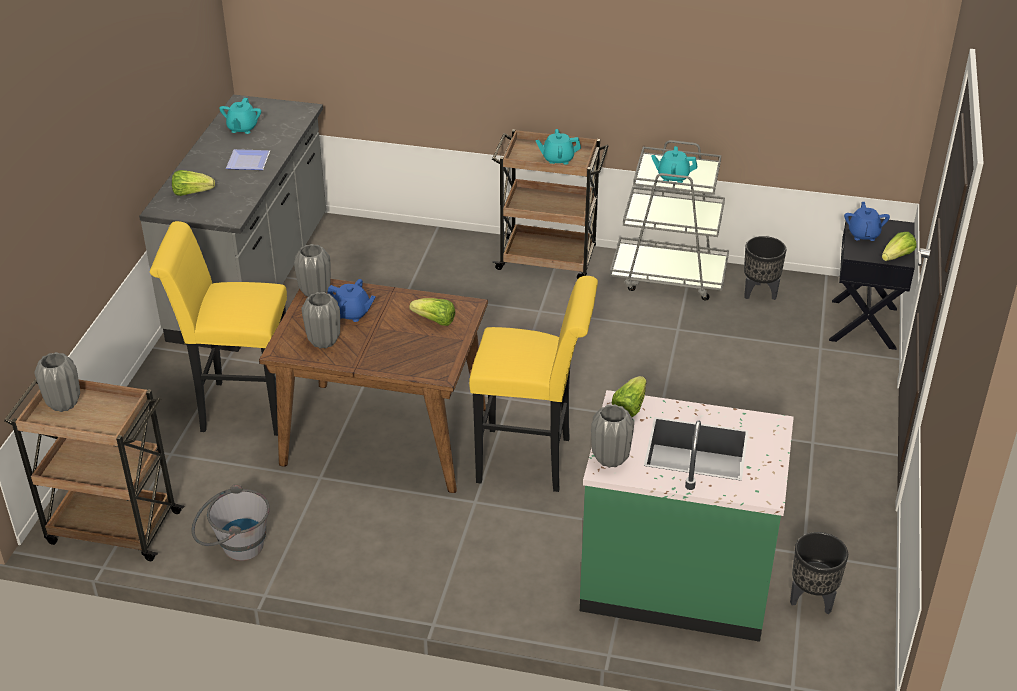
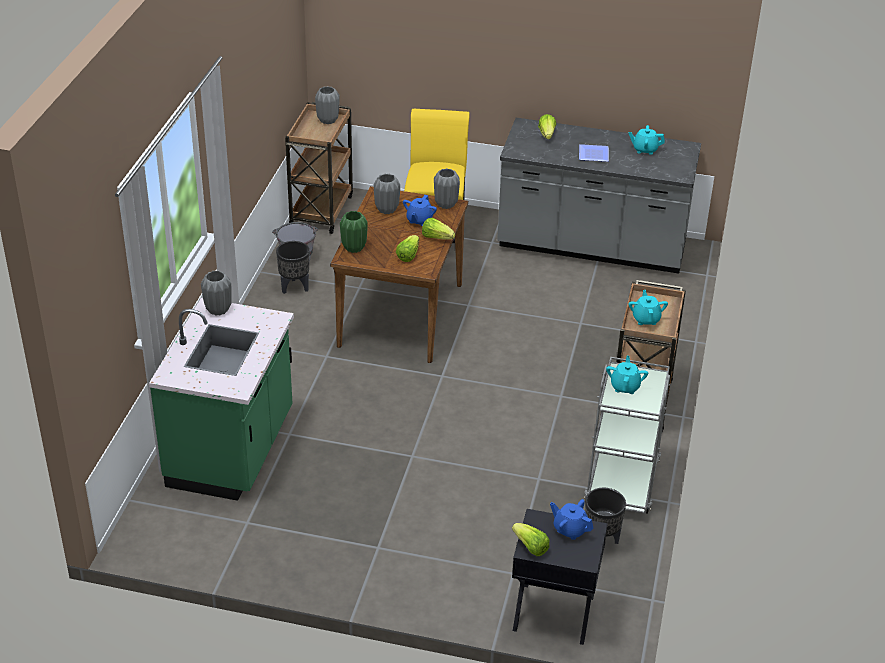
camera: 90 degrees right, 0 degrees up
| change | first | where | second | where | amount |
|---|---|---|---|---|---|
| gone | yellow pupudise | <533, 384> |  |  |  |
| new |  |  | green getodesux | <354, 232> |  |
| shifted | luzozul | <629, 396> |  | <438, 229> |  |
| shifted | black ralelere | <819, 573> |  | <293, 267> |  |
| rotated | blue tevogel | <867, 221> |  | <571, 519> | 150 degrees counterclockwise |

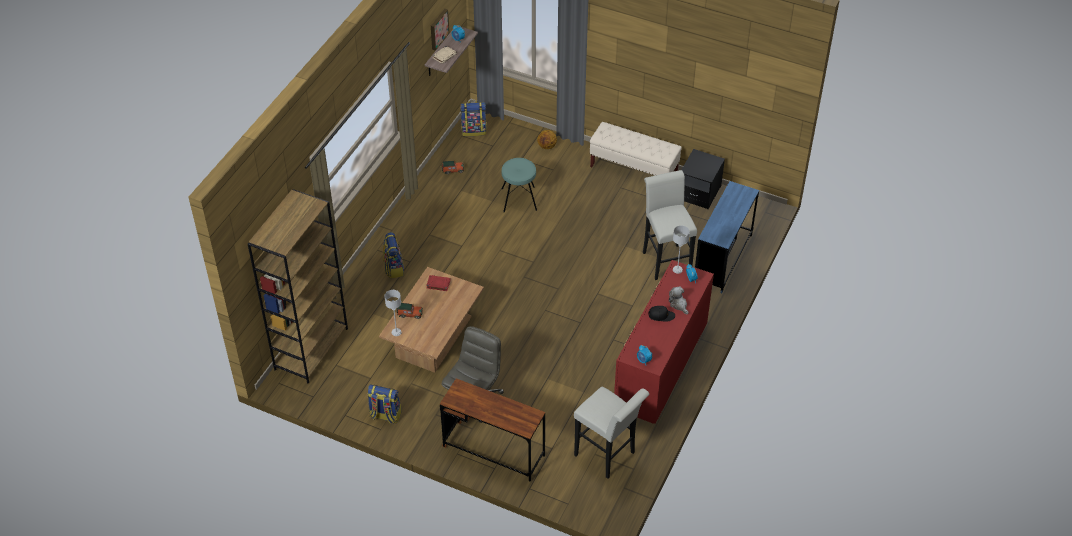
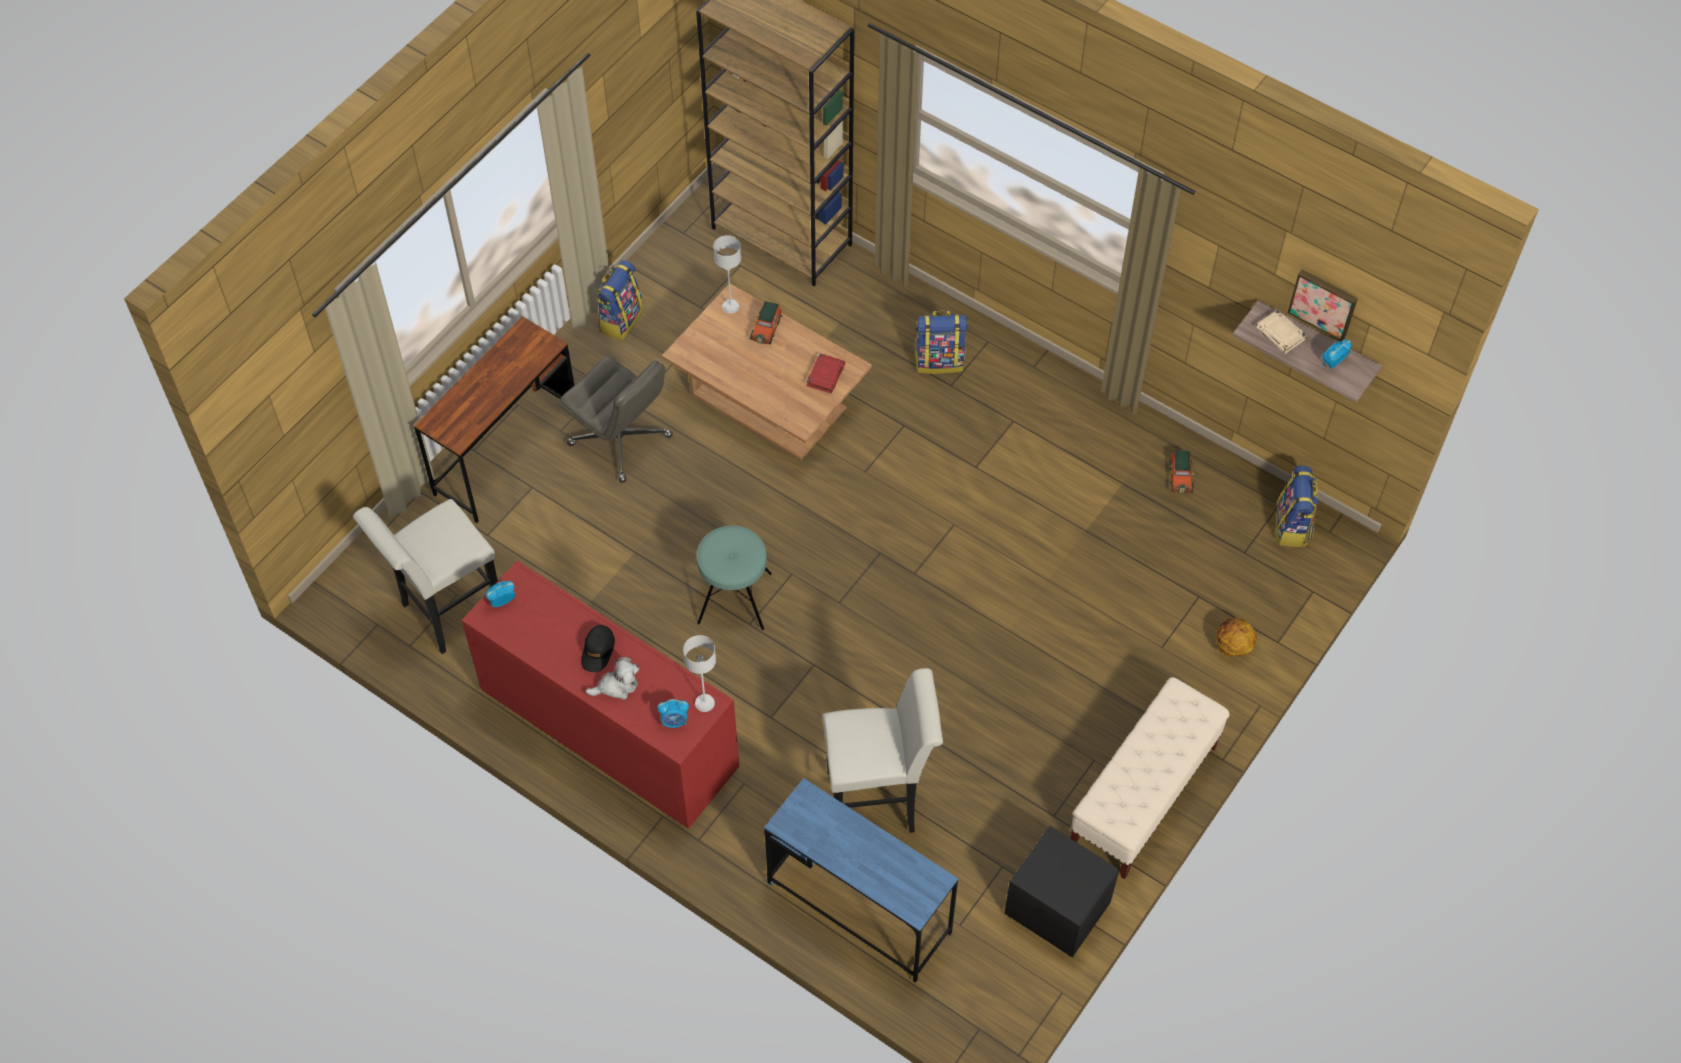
camera: 100 degrees right, 10 degrees up
| change | first | where | second | where | amount |
|---|---|---|---|---|---|
| shifted | turquoise pupudise | <519, 185> |  | <734, 578> |  |

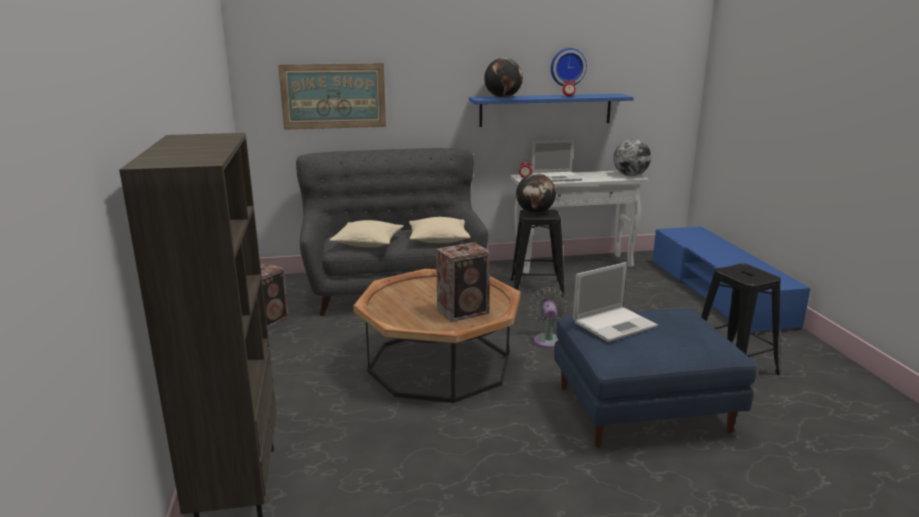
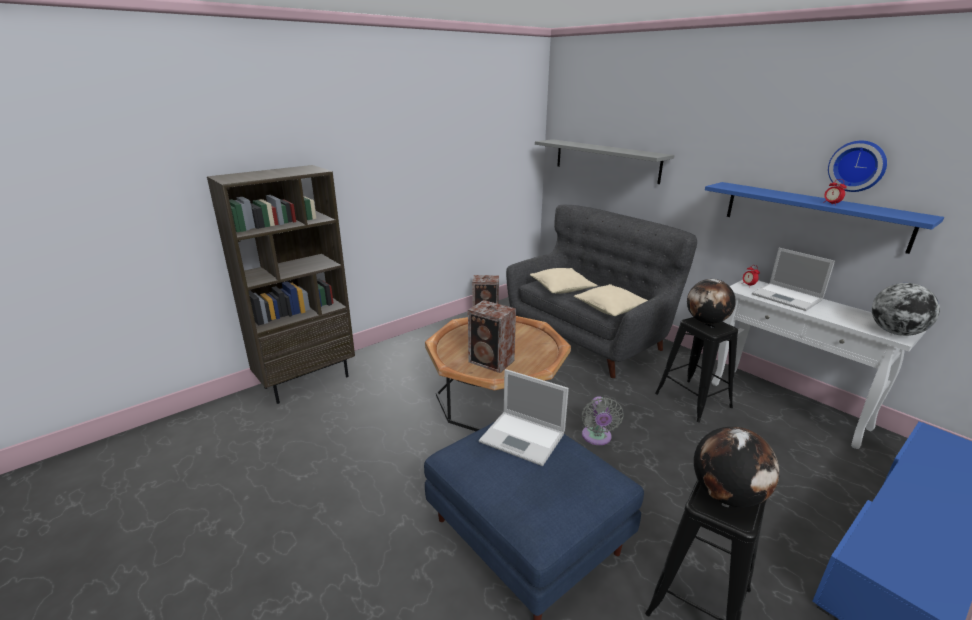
camera: 60 degrees right, 5 degrees up
| change | first | where | second | where | amount |
|---|---|---|---|---|---|
| shifted | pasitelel | <503, 78> |  | <736, 467> |  |
| swapped | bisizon | <332, 96> | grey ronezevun | <605, 161> |  |
| rotated | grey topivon | <548, 317> |  | <603, 420> | 120 degrees clockwise |

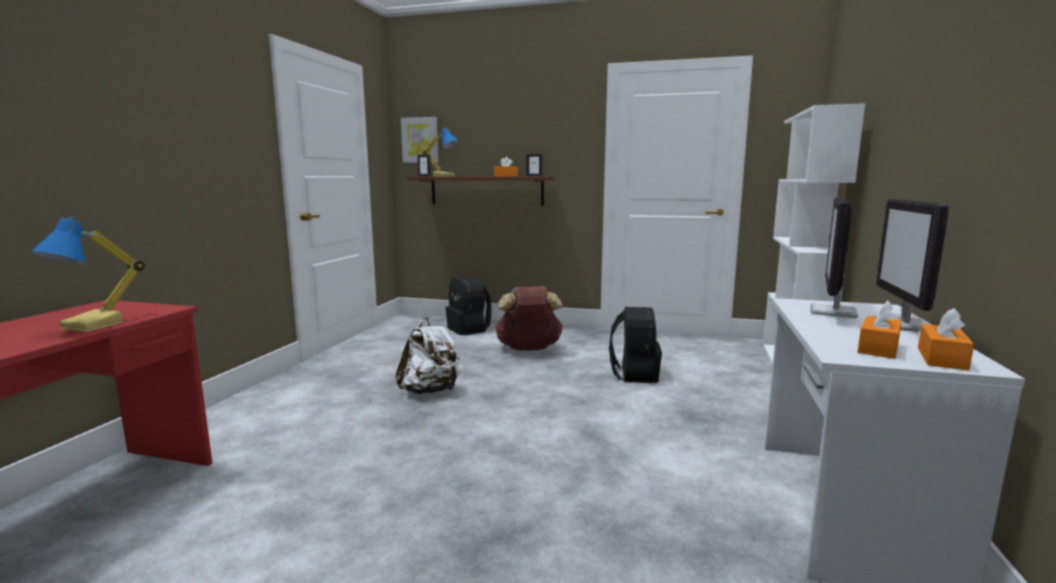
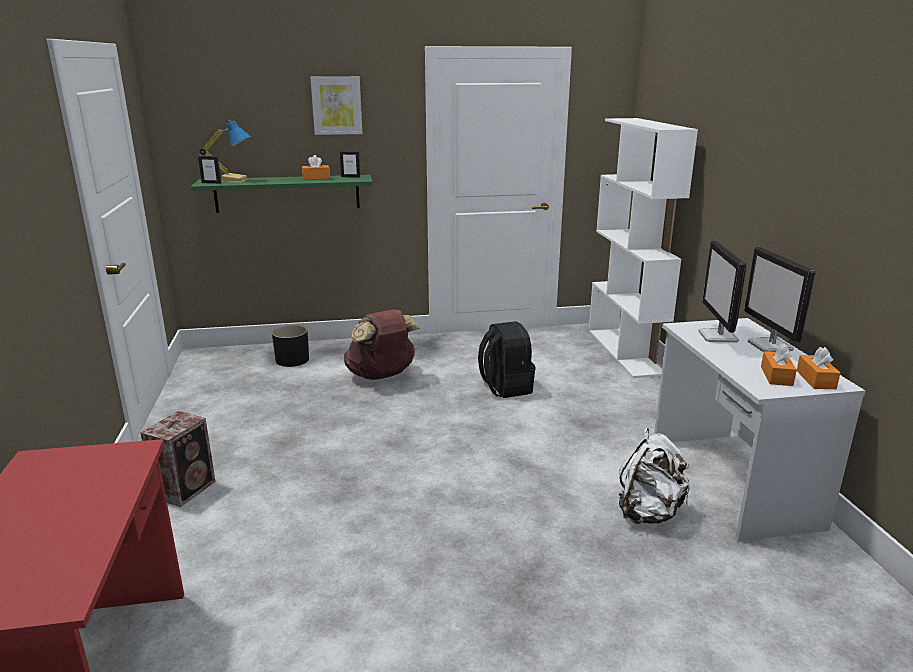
camera: 25 degrees left, 10 degrees up
| change | first | where | second | where | amount |
|---|---|---|---|---|---|
| gone | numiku | <88, 274> |  |  |  |
| new |  |  | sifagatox | <178, 459> |  |
| shifted | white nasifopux | <429, 355> |  | <654, 476> |  |
| shifted | bisizon | <419, 140> |  | <336, 105> |  |
| swapped | black nasifopux | <468, 306> | black ralelere | <290, 346> |  |
| repainted | brown ronezevun | <480, 191> | green ronezevun | <282, 194> |  |

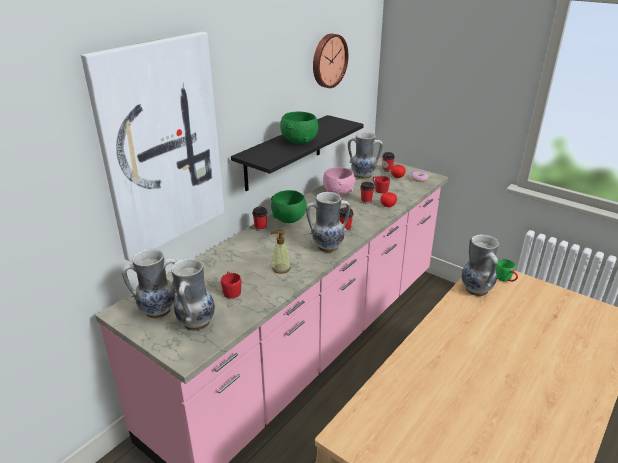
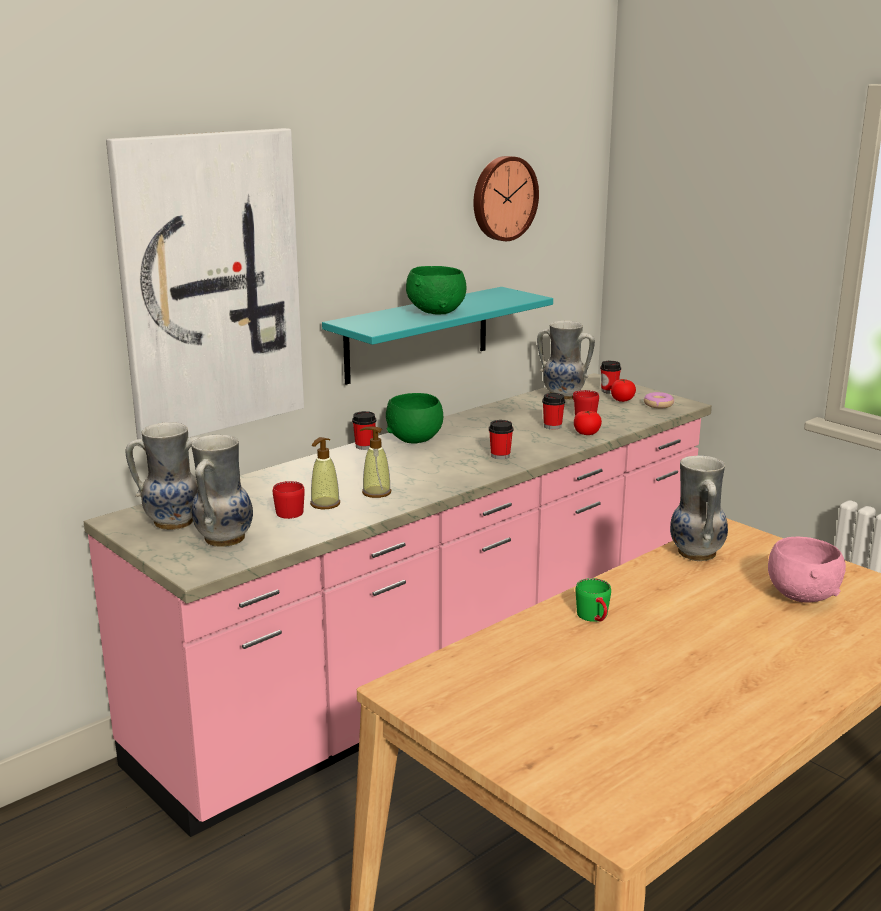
camera: 10 degrees right, 10 degrees down
| change | first | where | second | where | amount |
|---|---|---|---|---|---|
| gone | getodesux | <328, 222> |  |  |  |
| new |  |  | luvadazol | <325, 473> |  |
| shifted | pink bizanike | <339, 181> |  | <807, 570> |  |
| shifted | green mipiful | <507, 270> |  | <593, 600> |  |
| repainted | black ronezevun | <297, 153> | turquoise ronezevun | <437, 336> |  |

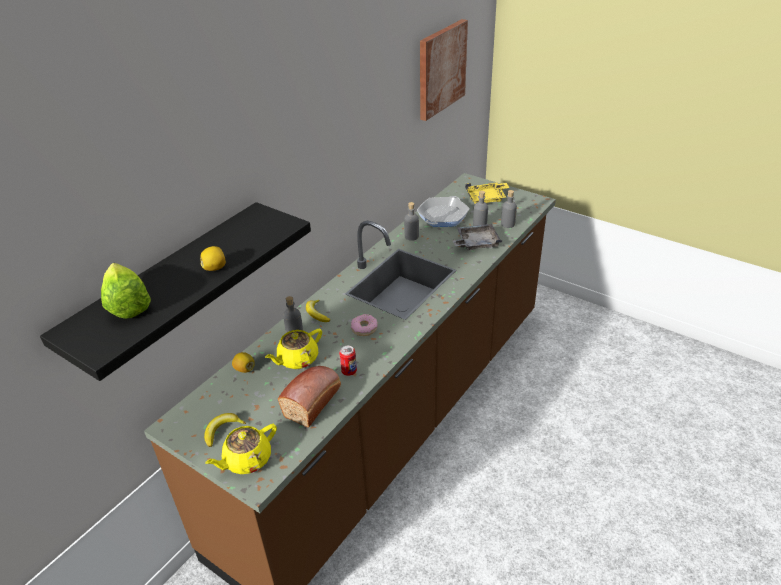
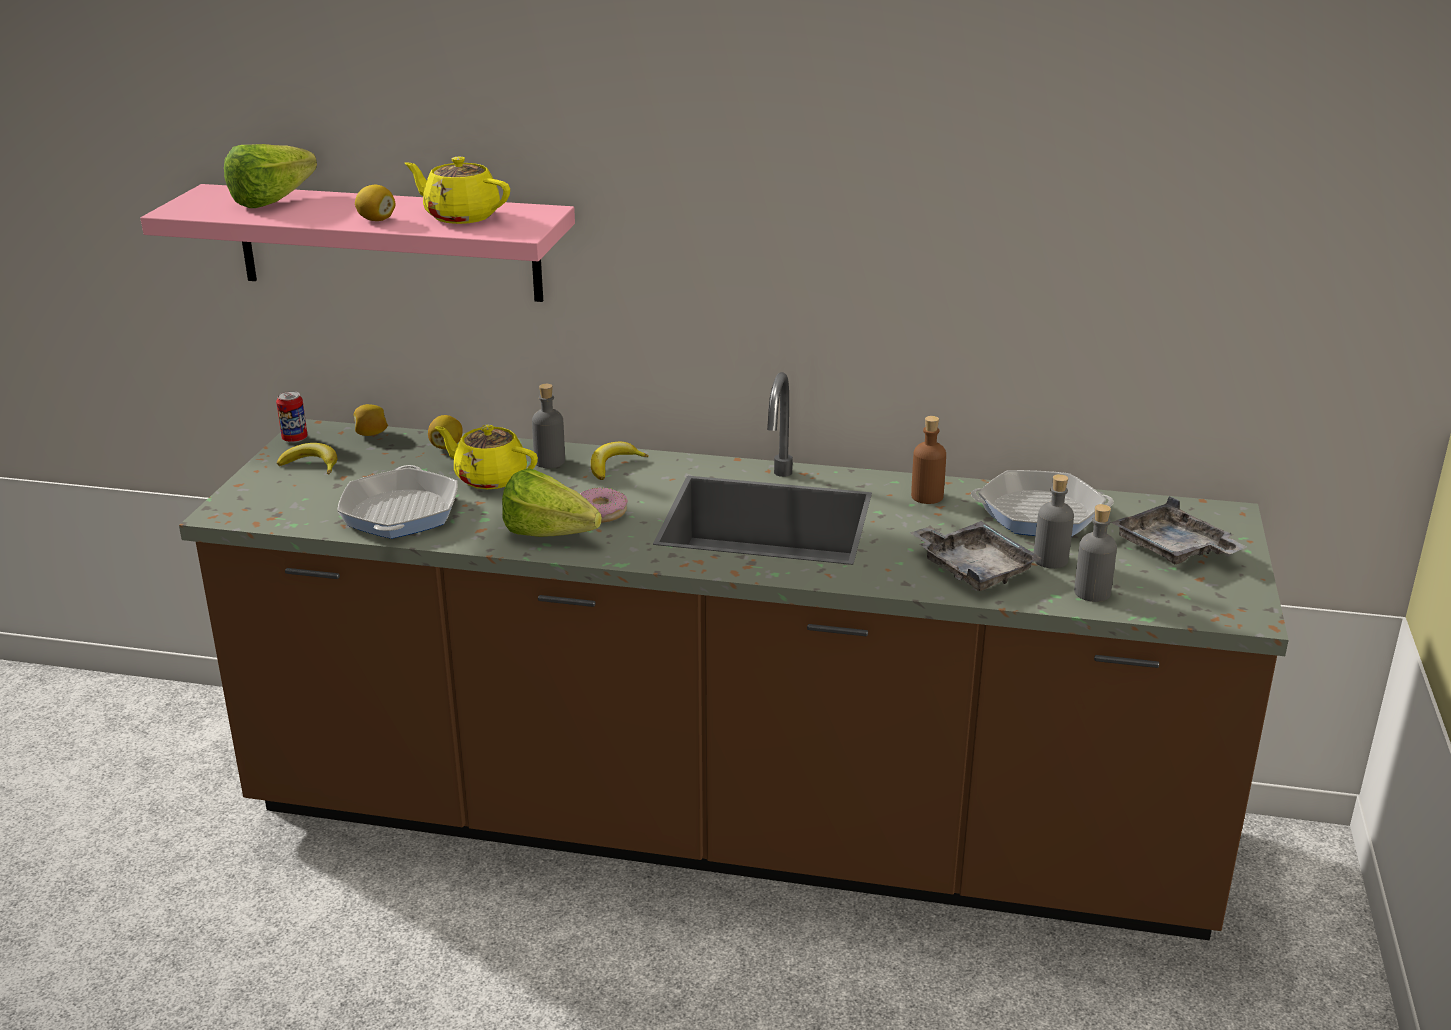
camera: 65 degrees right, 10 degrees down
| change | first | where | second | where | amount |
|---|---|---|---|---|---|
| gone | bisizon | <444, 70> |  |  |  |
| new |  |  | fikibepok | <371, 420> |  |
| new |  |  | luzozul | <552, 502> |  |
| shifted | yellow tevogel | <241, 449> |  | <457, 190> |  |
| shifted | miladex | <348, 361> |  | <292, 417> |  |
| swapped | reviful | <309, 397> | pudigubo | <397, 502> |  |
| repainted | black ronezevun | <175, 291> | pink ronezevun | <358, 243> |  |
| repainted | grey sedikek | <411, 221> | brown sedikek | <928, 460> |  |
| repainted | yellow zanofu | <487, 193> | grey zanofu | <1179, 530> |  |

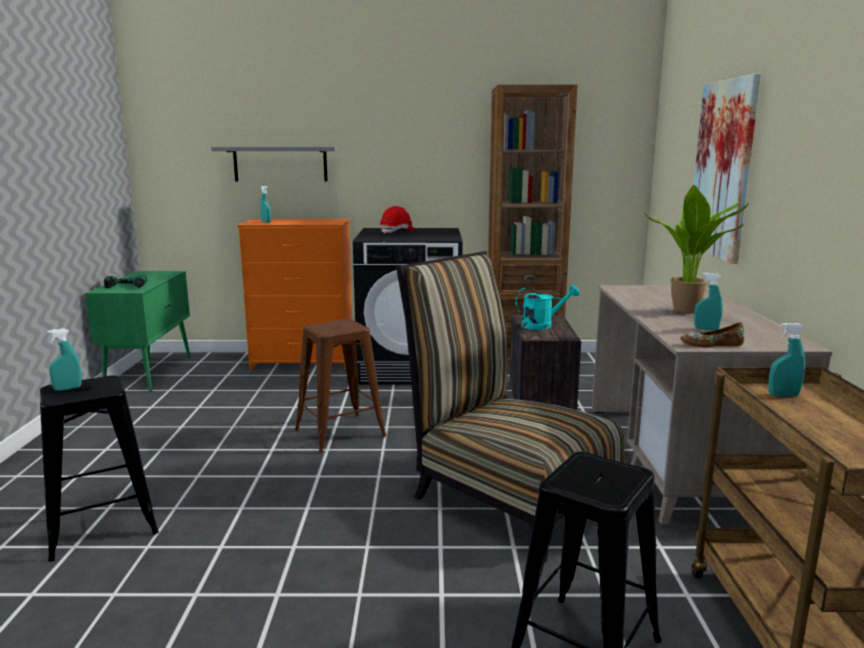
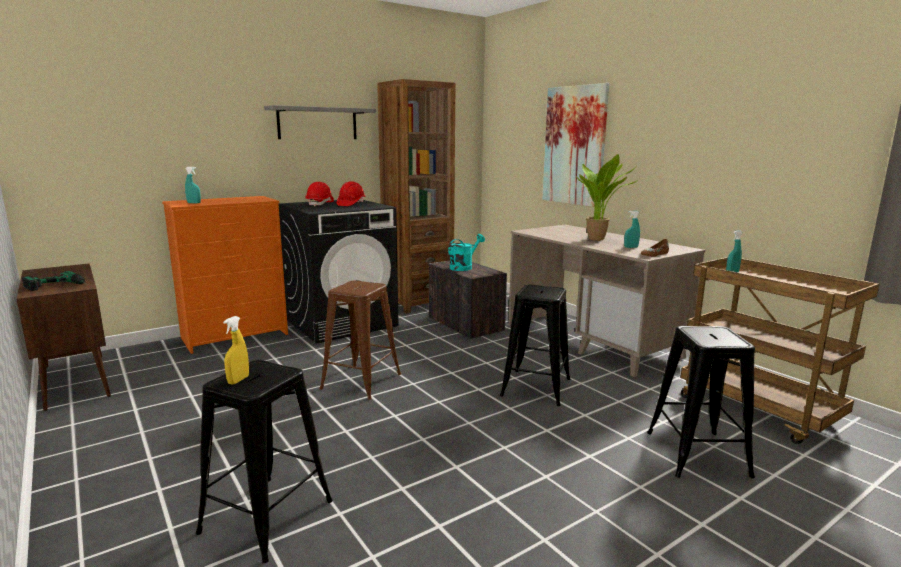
camera: 35 degrees left, 0 degrees up
| change | first | where | second | where | amount |
|---|---|---|---|---|---|
| new |  |  | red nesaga | <351, 193> |  |
| shifted | grey ronezevun | <275, 164> |  | <320, 122> |  |
| swapped | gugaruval | <510, 407> | black pupudise | <535, 345> |  |
| repainted | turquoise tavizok | <64, 359> | yellow tavizok | <236, 350> |  |
| repainted | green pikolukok | <138, 331> | brown pikolukok | <63, 337> |  |

